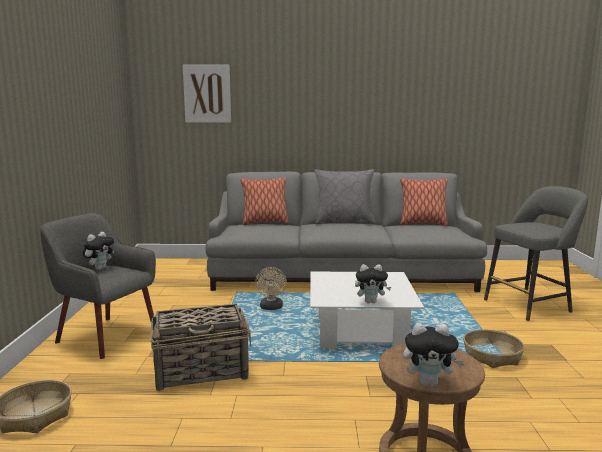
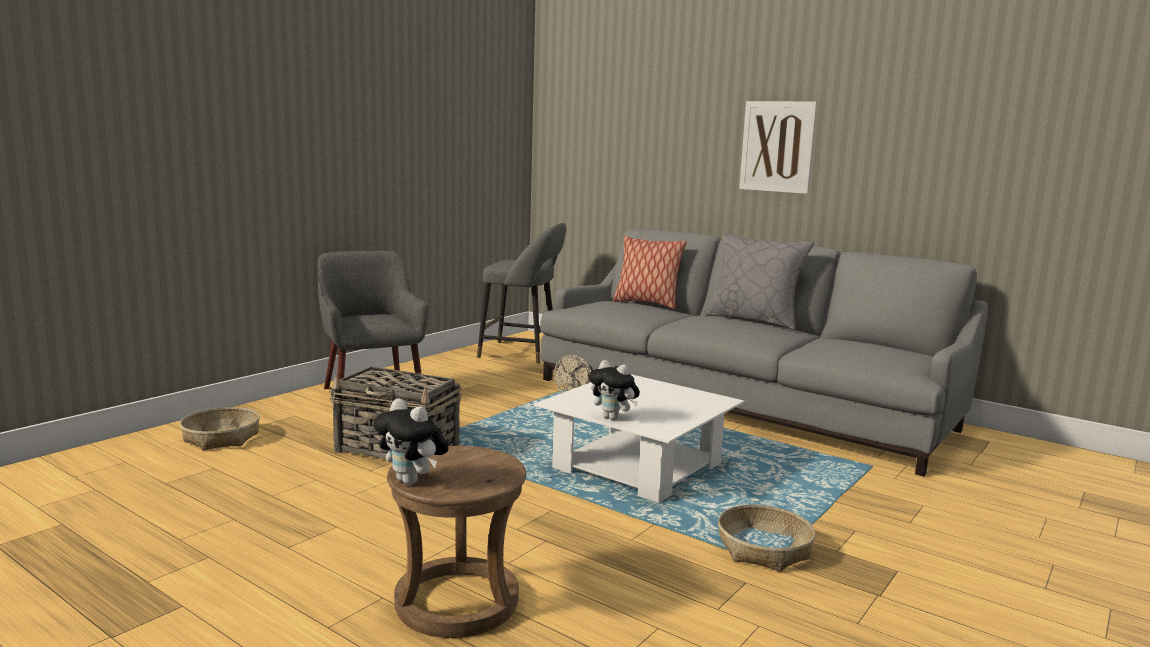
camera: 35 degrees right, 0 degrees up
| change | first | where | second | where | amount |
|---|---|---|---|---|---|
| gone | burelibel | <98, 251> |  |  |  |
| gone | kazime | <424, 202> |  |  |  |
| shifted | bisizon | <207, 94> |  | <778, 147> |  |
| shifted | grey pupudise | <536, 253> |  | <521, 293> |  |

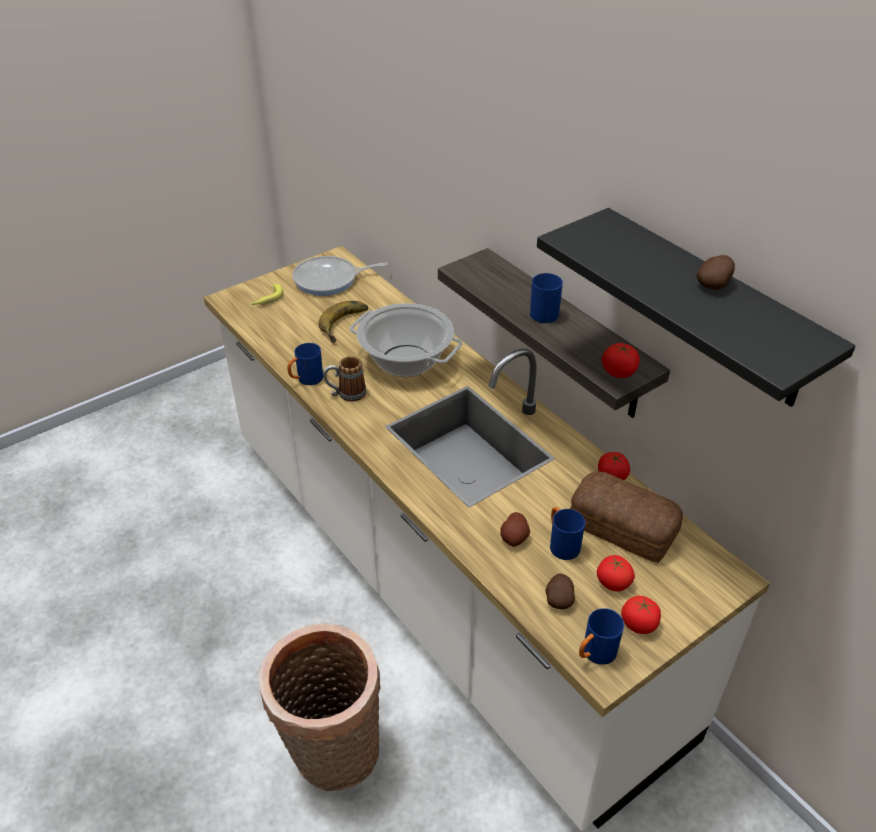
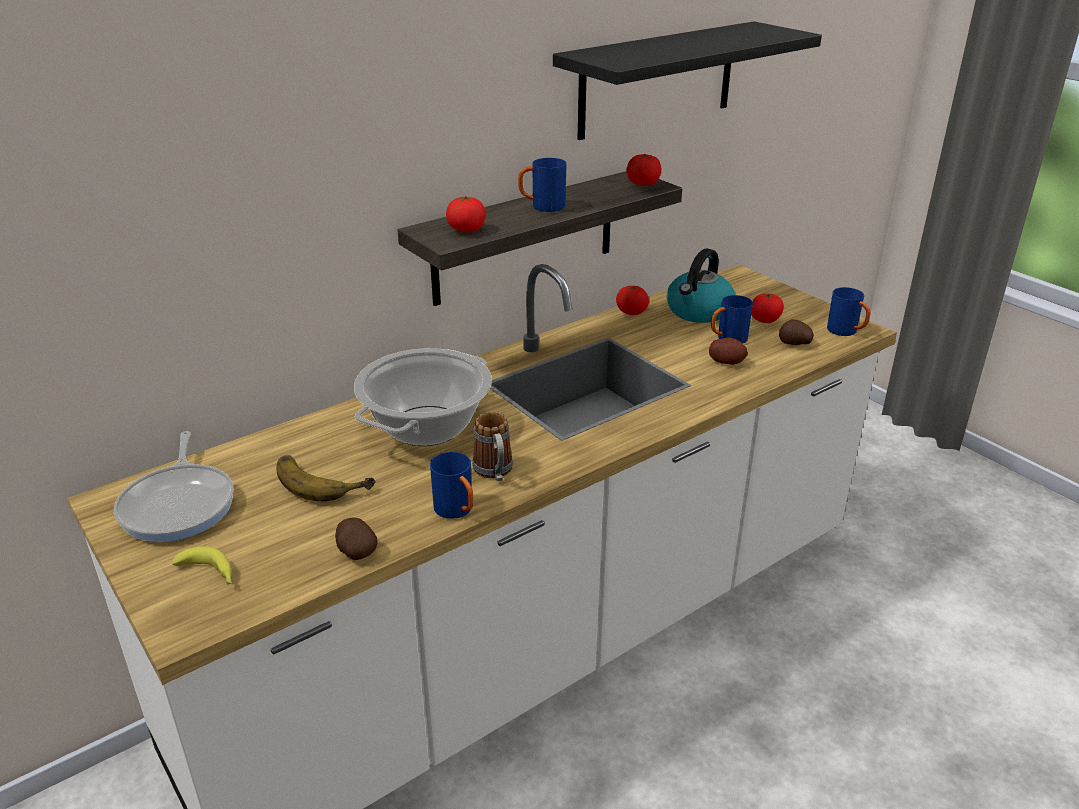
camera: 90 degrees left, 10 degrees down
| change | first | where | second | where | amount |
|---|---|---|---|---|---|
| gone | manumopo | <320, 707> |  |  |  |
| shifted | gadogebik | <641, 615> |  | <466, 214> |  |
| shifted | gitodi | <715, 272> |  | <356, 539> |  |
| swapped | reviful | <626, 517> | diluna | <700, 285> |  |

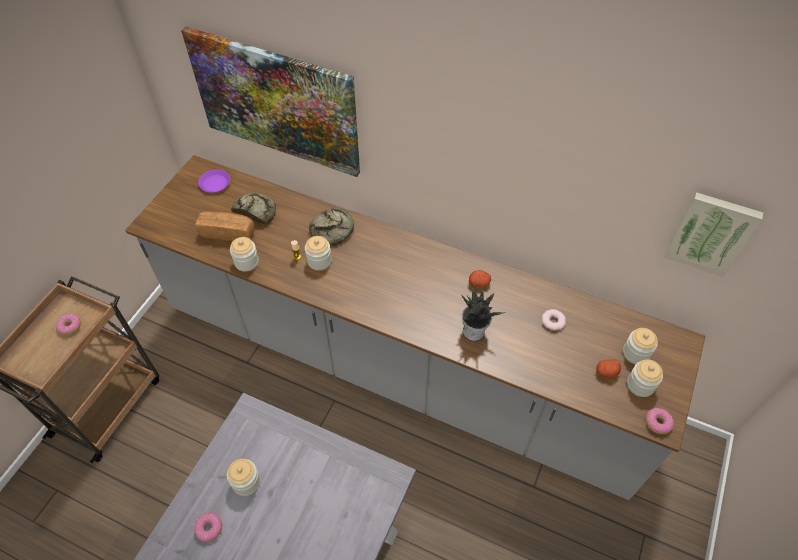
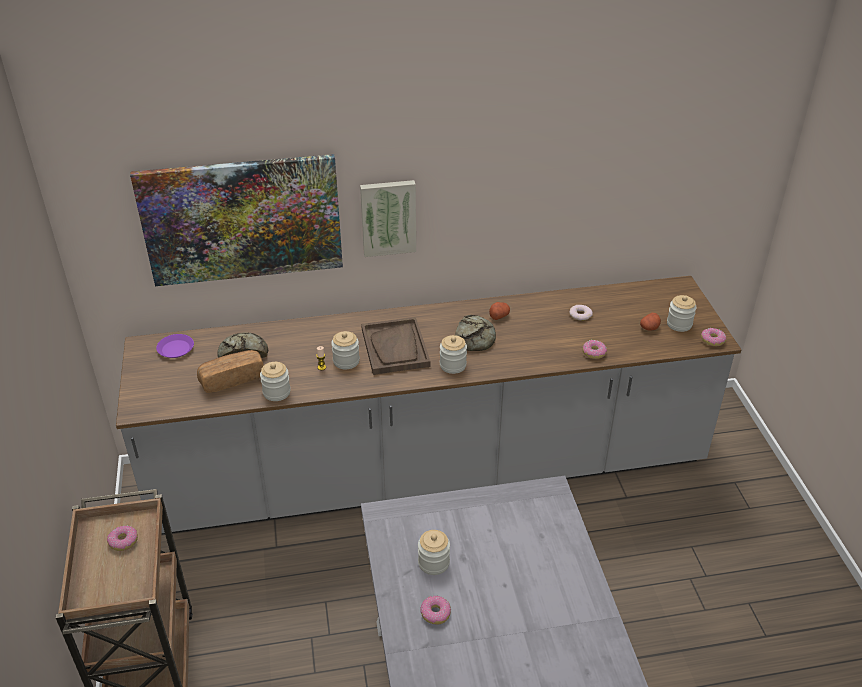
camera: 35 degrees left, 15 degrees down
| change | first | where | second | where | amount |
|---|---|---|---|---|---|
| gone | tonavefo | <484, 312> |  |  |  |
| new |  |  | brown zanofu | <395, 346> |  |
| new |  |  | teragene | <594, 349> |  |
| shifted | reviful | <331, 227> |  | <475, 333> |  |
| shifted | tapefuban | <640, 346> |  | <453, 354> |  |
| shifted | bisizon | <713, 234> |  | <388, 218> |  |

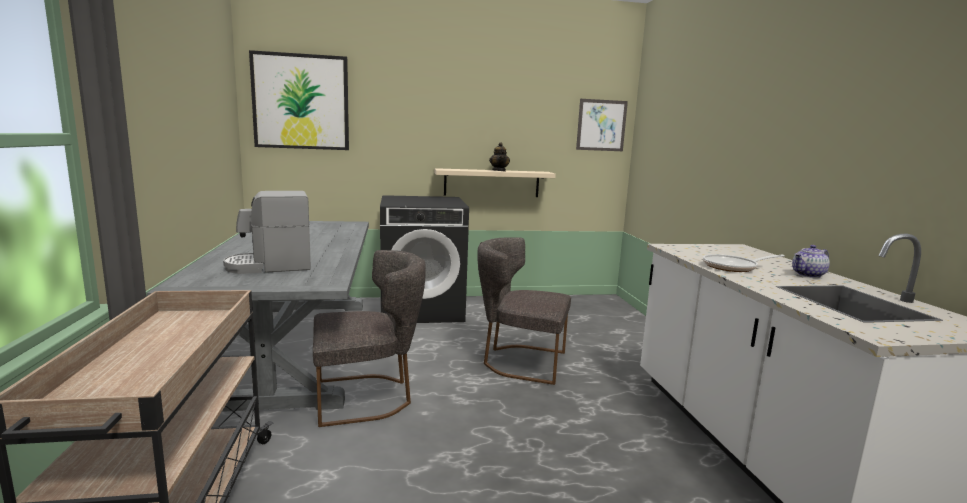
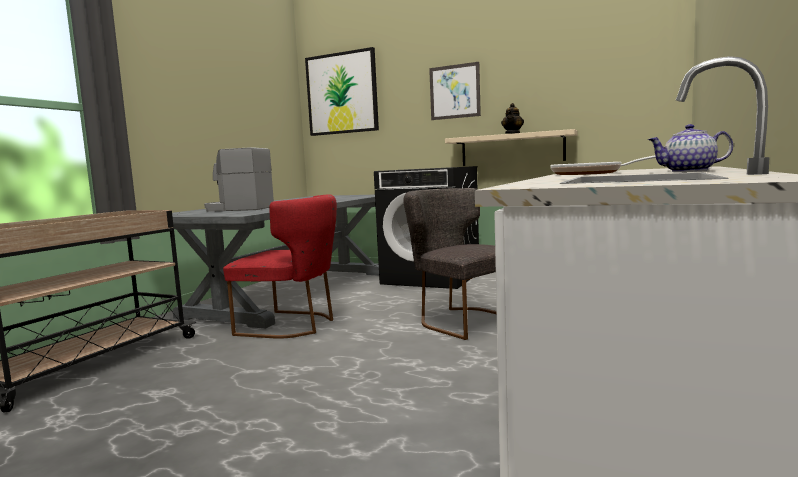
camera: 35 degrees right, 5 degrees down
| change | first | where | second | where | amount |
|---|---|---|---|---|---|
| shifted | bisizon | <602, 125> |  | <455, 91> |  |
| repainted | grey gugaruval | <369, 338> | red gugaruval | <280, 266> |  |

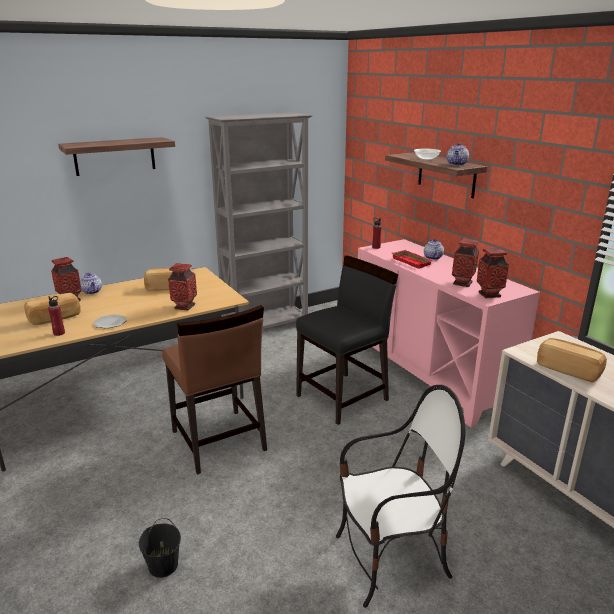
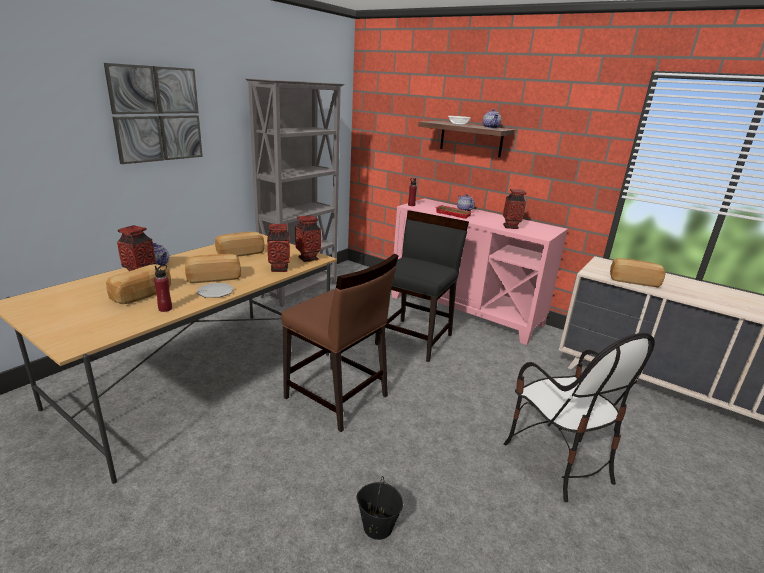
camera: 25 degrees left, 0 degrees up
| change | first | where | second | where | amount |
|---|---|---|---|---|---|
| new |  |  | reviful | <213, 268> |  |
| shifted | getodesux | <493, 273> |  | <308, 238> |  |
| swapped | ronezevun | <116, 156> | bisizon | <153, 113> |  |
| rotated | gugaruval | <400, 496> |  | <579, 417> | 105 degrees clockwise |

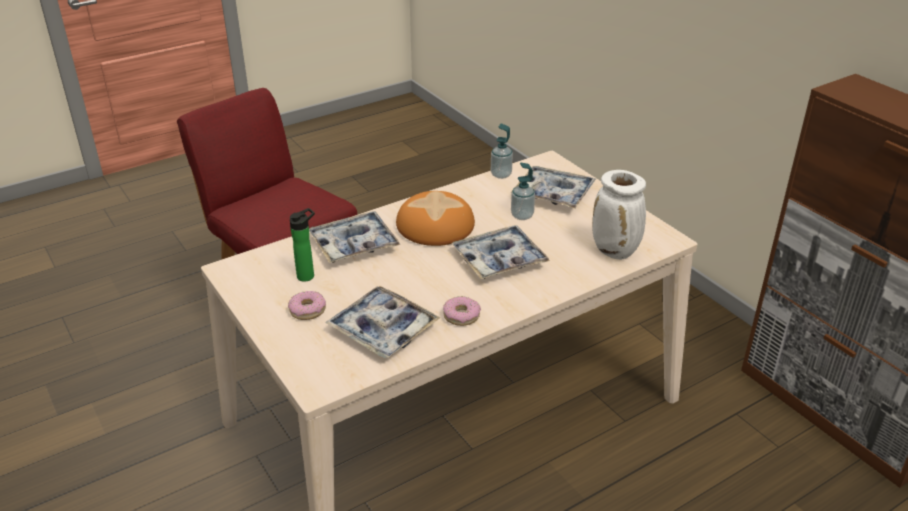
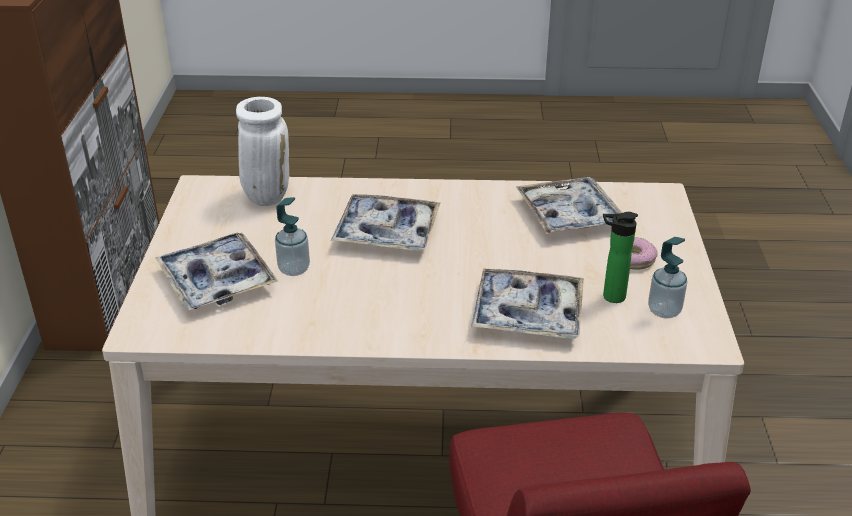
camera: 145 degrees left, 0 degrees up
| change | first | where | second | where | amount |
|---|---|---|---|---|---|
| gone | reviful | <435, 218> |  |  |  |
| gone | teragene | <462, 311> |  |  |  |
| shifted | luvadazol | <502, 151> |  | <667, 278> |  |

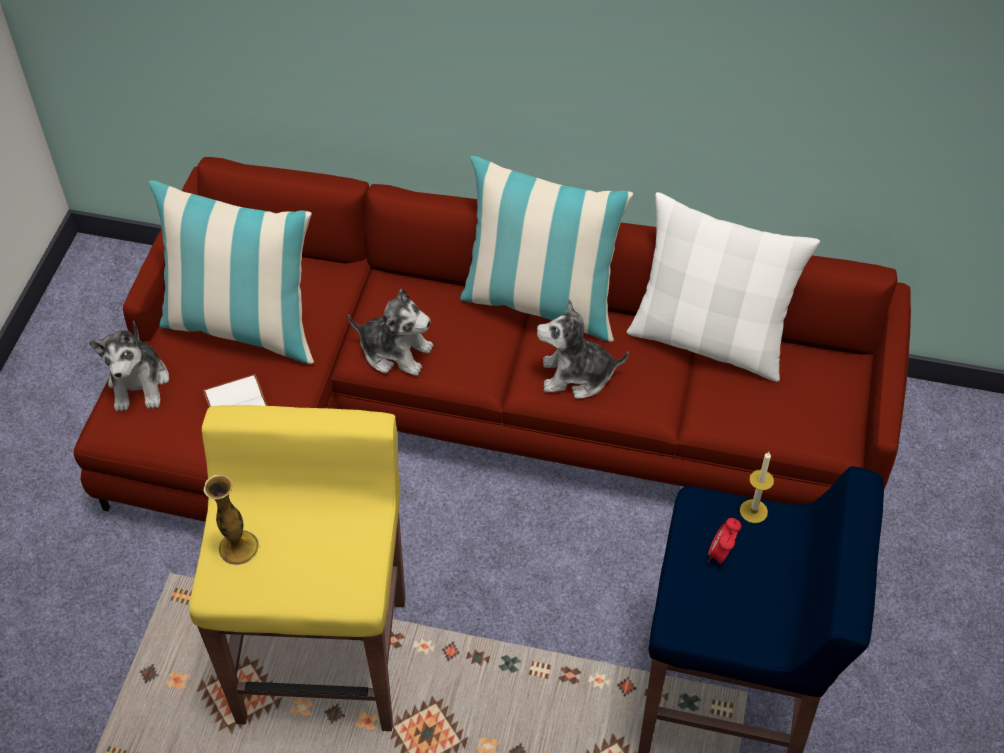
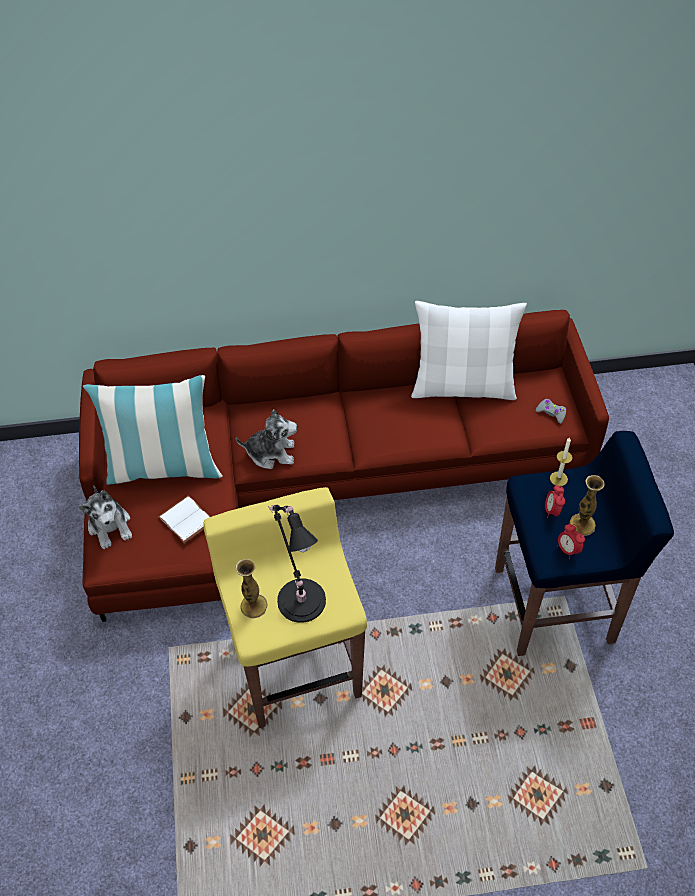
camera: 20 degrees left, 0 degrees up
| change | first | where | second | where | amount |
|---|---|---|---|---|---|
| gone | kazime | <547, 249> |  |  |  |
| gone | burelibel | <583, 349> |  |  |  |
| new |  |  | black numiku | <297, 564> |  |
| new |  |  | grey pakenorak | <551, 411> |  |
| new |  |  | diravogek | <571, 541> |  |
| new |  |  | getodesux | <587, 505> |  |

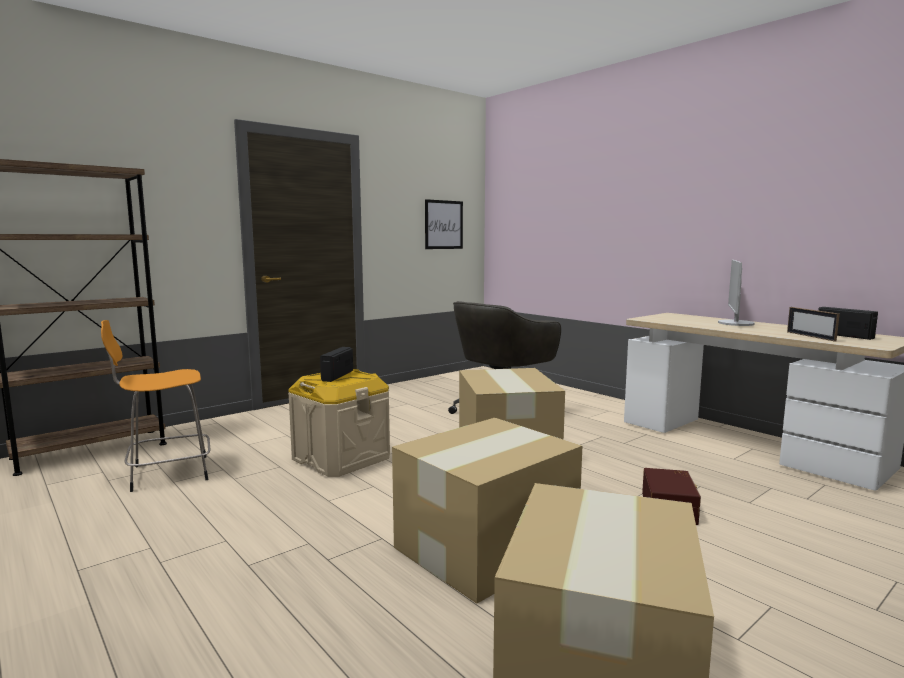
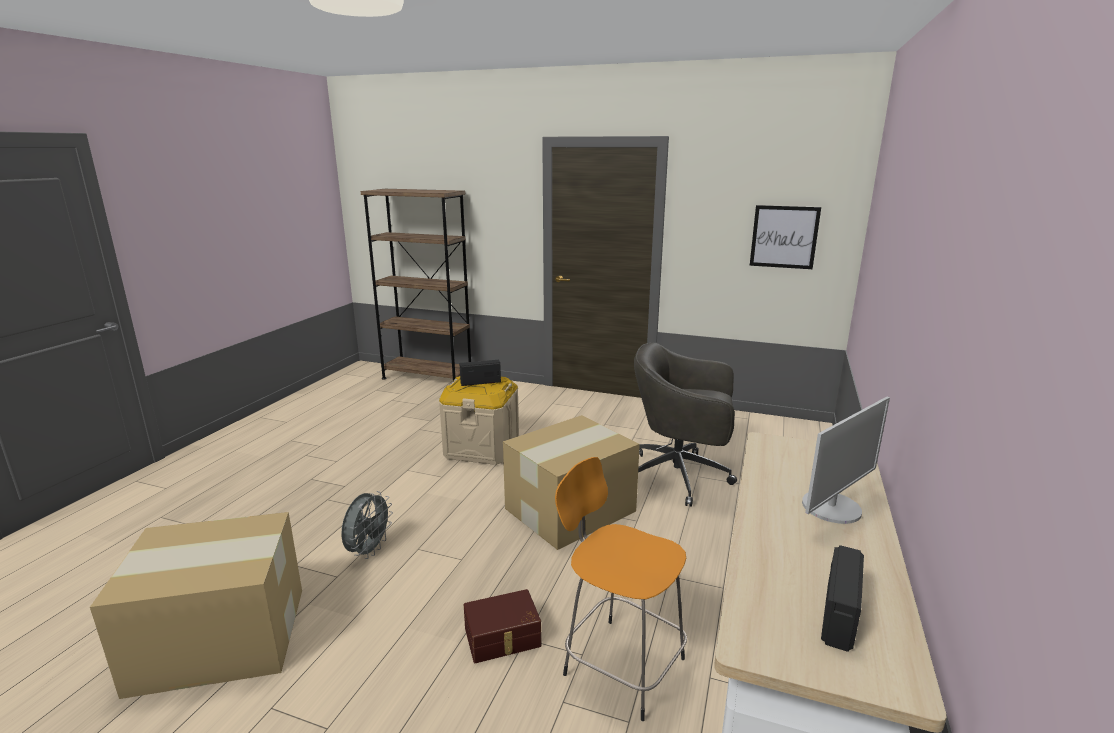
camera: 60 degrees right, 10 degrees up
| change | first | where | second | where | amount |
|---|---|---|---|---|---|
| gone | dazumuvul | <813, 324> |  |  |  |
| shifted | orange pupudise | <156, 406> |  | <621, 589> |  |
| swapped | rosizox | <487, 511> | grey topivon | <367, 525> |  |
| rotated | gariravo | <736, 293> |  | <846, 460> | 150 degrees clockwise |

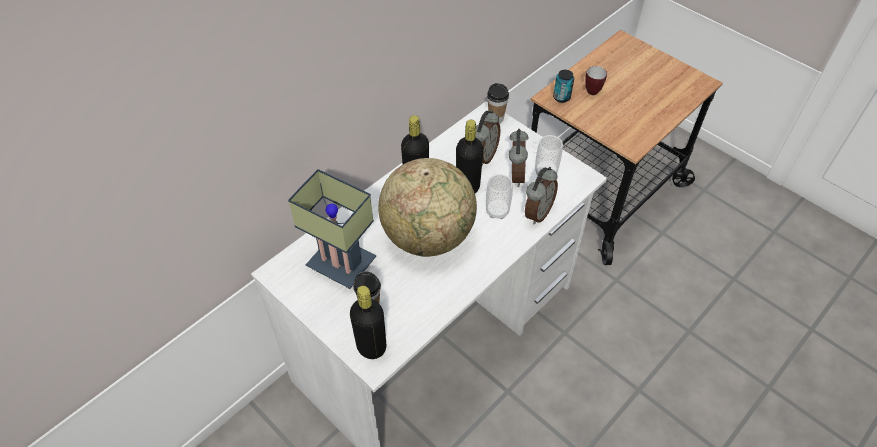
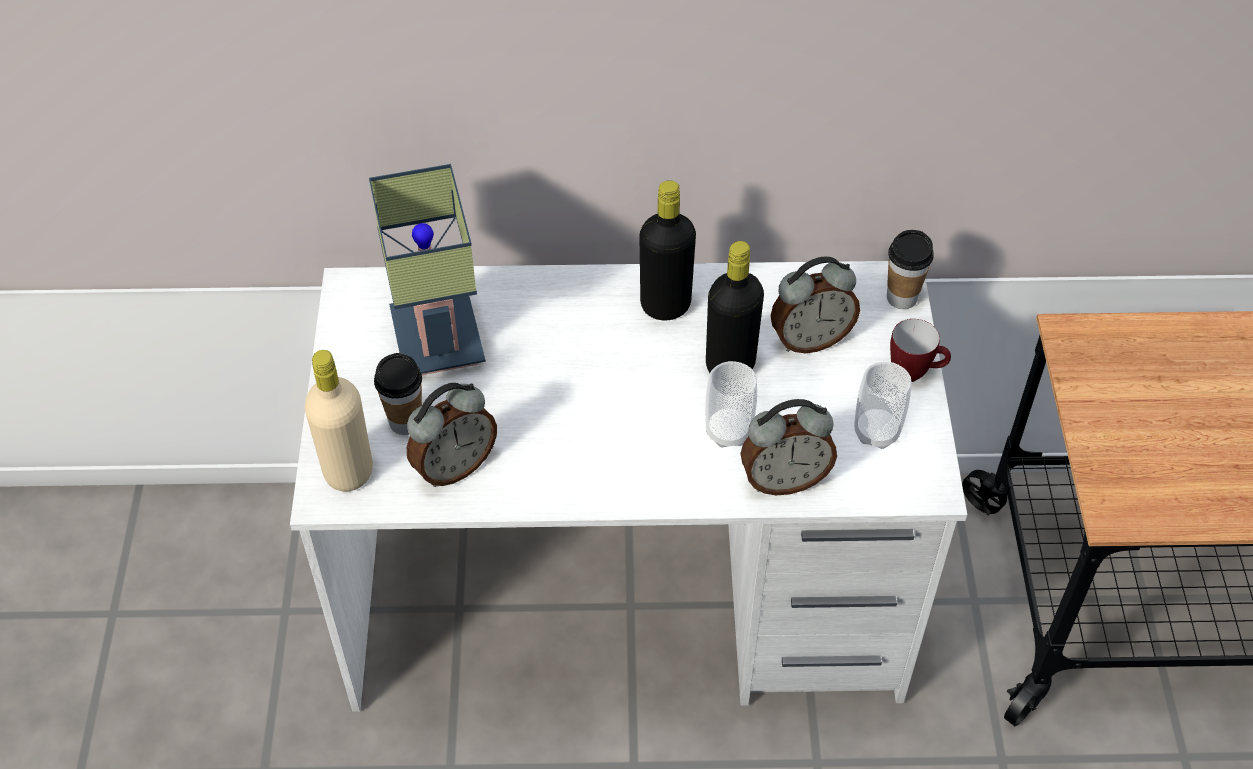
camera: 45 degrees right, 0 degrees up
| change | first | where | second | where | amount |
|---|---|---|---|---|---|
| gone | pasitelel | <427, 207> |  |  |  |
| gone | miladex | <563, 86> |  |  |  |
| shifted | diravogek | <519, 158> |  | <452, 435> |  |
| shifted | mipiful | <596, 80> |  | <920, 350> |  |
| repainted | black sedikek | <368, 322> | beige sedikek | <339, 421> |  |

